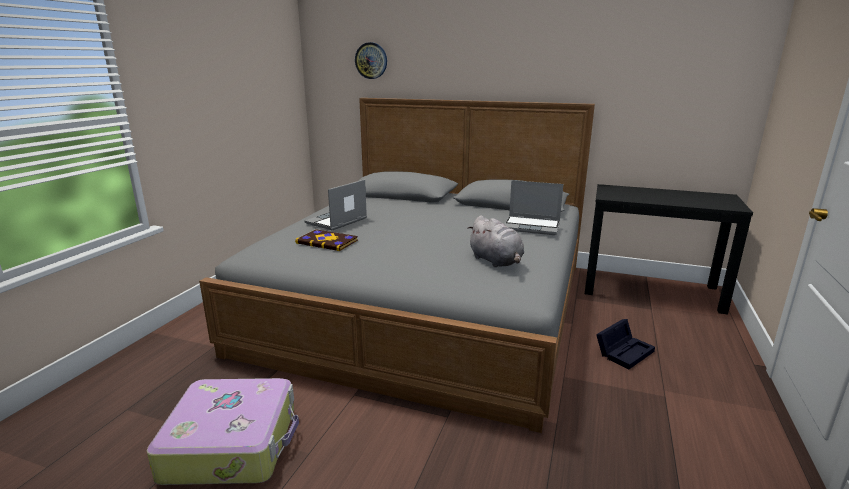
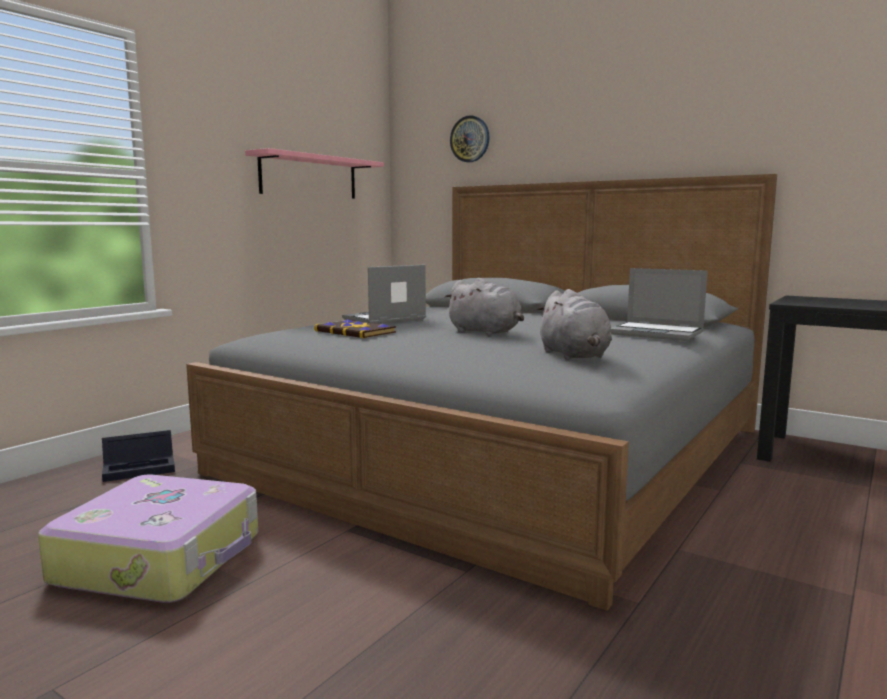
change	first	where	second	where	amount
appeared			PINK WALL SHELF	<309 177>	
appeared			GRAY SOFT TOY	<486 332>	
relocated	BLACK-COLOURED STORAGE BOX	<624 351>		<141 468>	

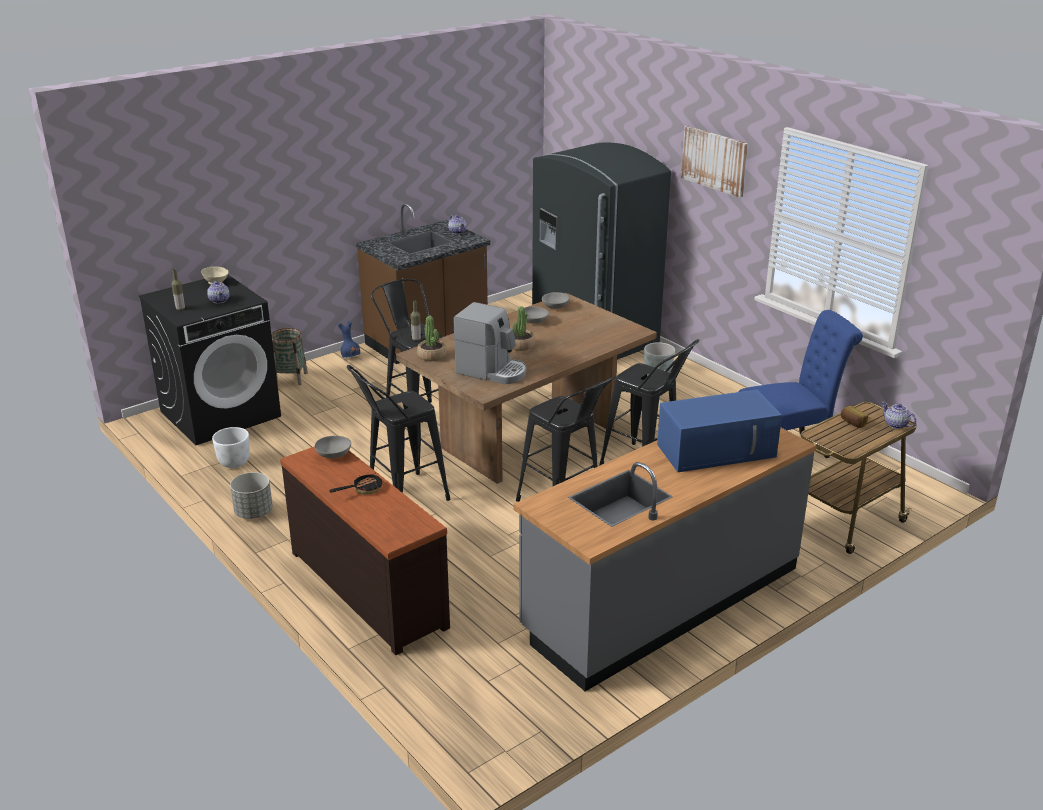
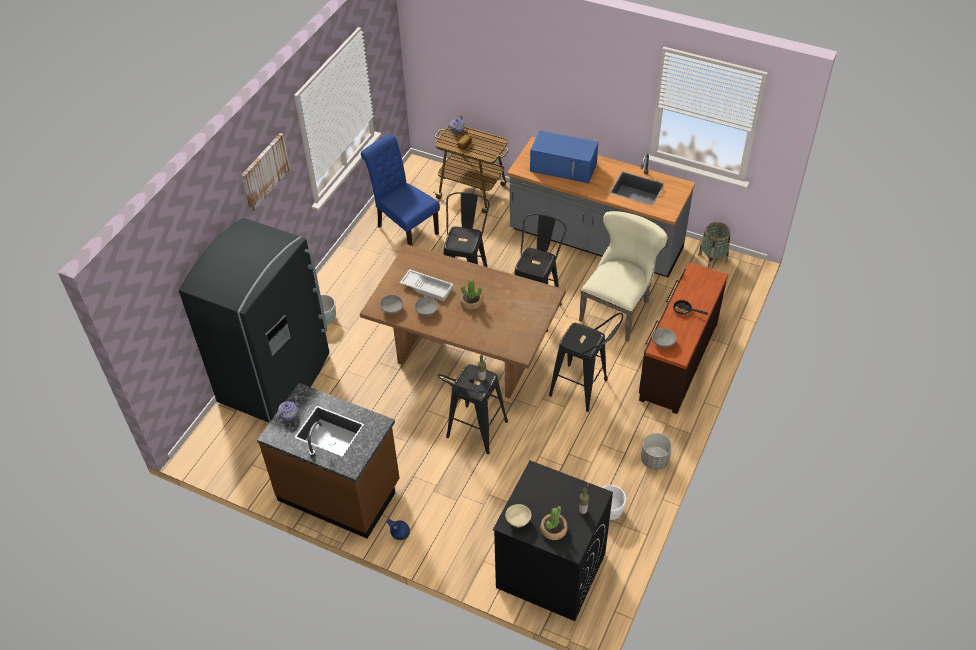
change	first	where	second	where	amount
missing	TEAPOT	<219 300>			
missing	COFFEE BREWER	<492 371>			
appeared			WHITE SERVING TRAY	<427 287>	
appeared			BEIGE PLAIN CHAIR	<618 308>	
relocated	BASKET	<291 378>		<712 258>	
relocated	PLANT IN A POT	<432 356>		<553 529>	
spun	BLUE-COLOURED MICROWAVE	<717 450>		<564 167>	150 degrees clockwise

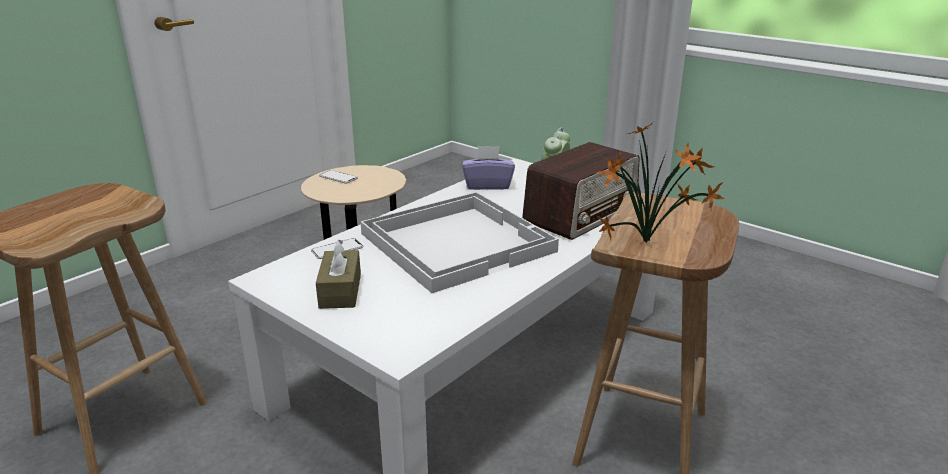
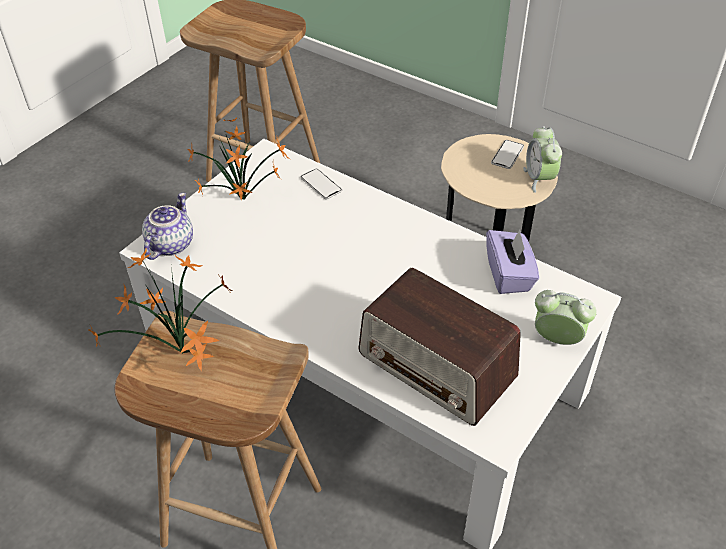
change	first	where	second	where	amount
missing	WHITE SERVING TRAY	<457 241>			
appeared			TEAPOT	<170 244>	
appeared			TABLE CLOCK	<539 178>	
exchanged	BROWNISH BOX OF TISSUES	<340 291>	PLANT IN A POT	<246 200>	

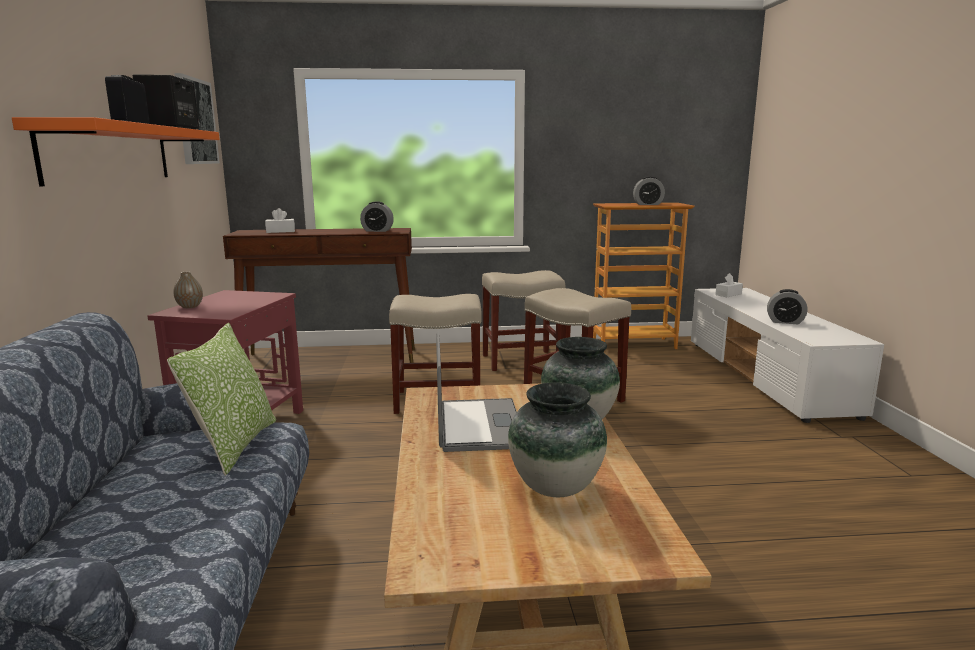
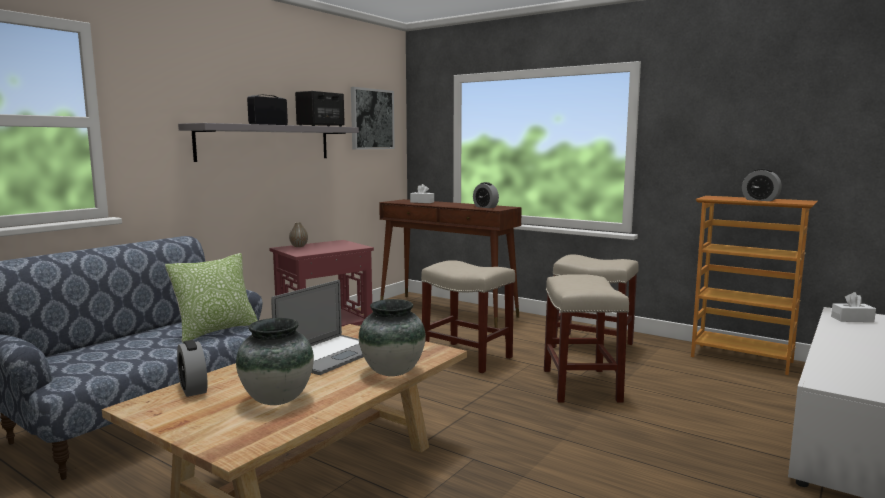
change	first	where	second	where	amount
relocated	TABLE CLOCK	<785 322>		<193 389>	
colour	ORANGE-COLOURED WALL SHELF	<110 153>	GRAY WALL SHELF	<266 143>	

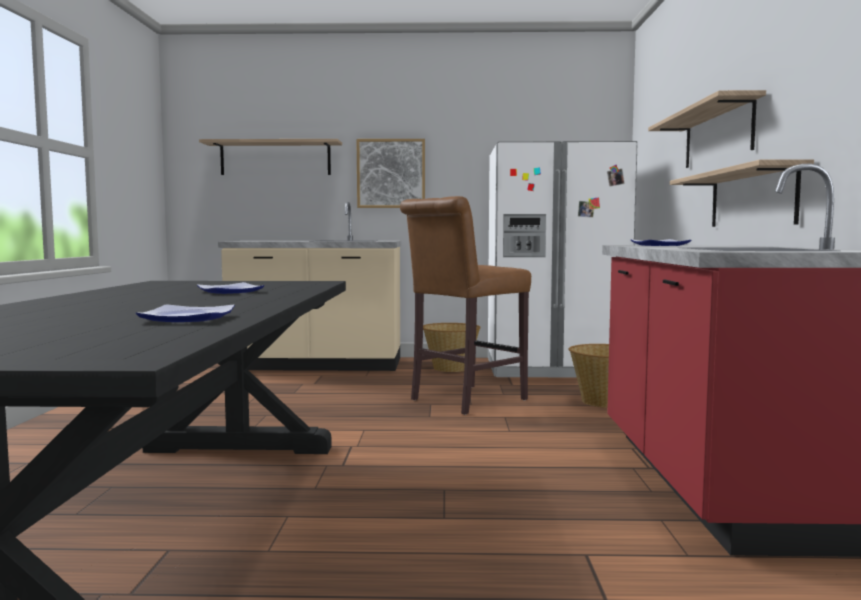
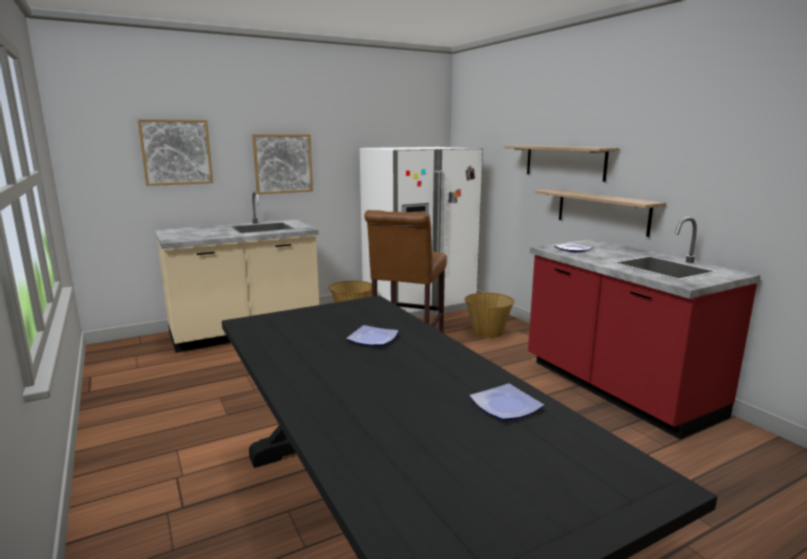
change	first	where	second	where	amount
exchanged	WALL SHELF	<275 158>	WALL ART	<176 152>	

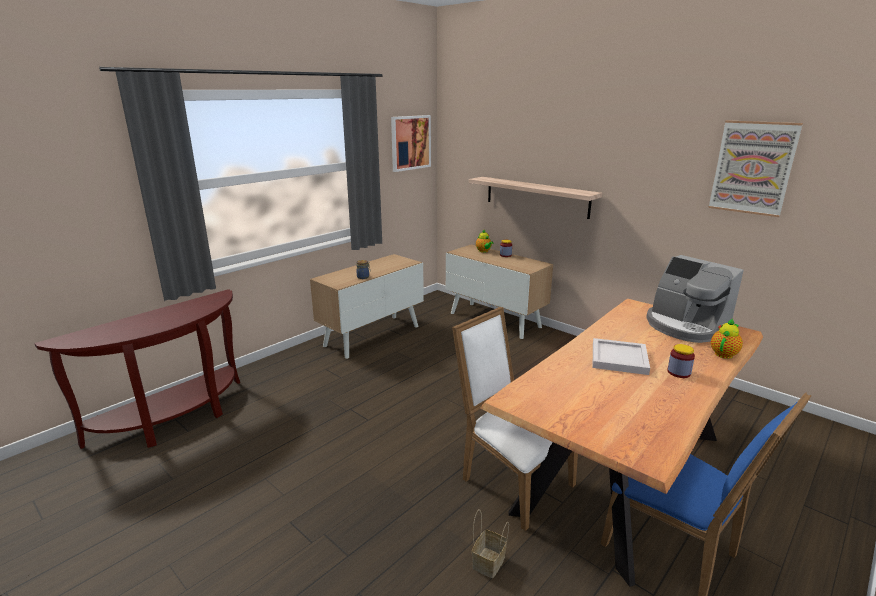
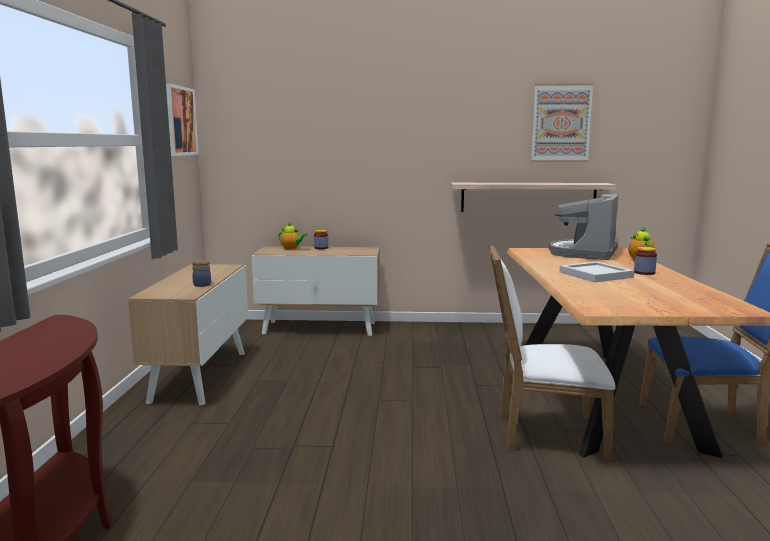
change	first	where	second	where	amount
missing	BASKET	<489 563>			
relocated	WALL SHELF	<536 196>		<528 197>	
spun	COFFEE BREWER	<685 326>		<584 253>	105 degrees clockwise

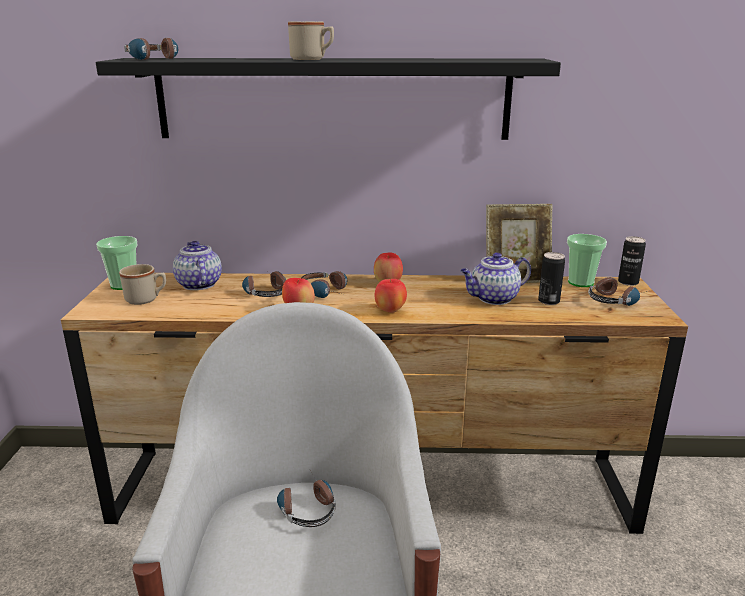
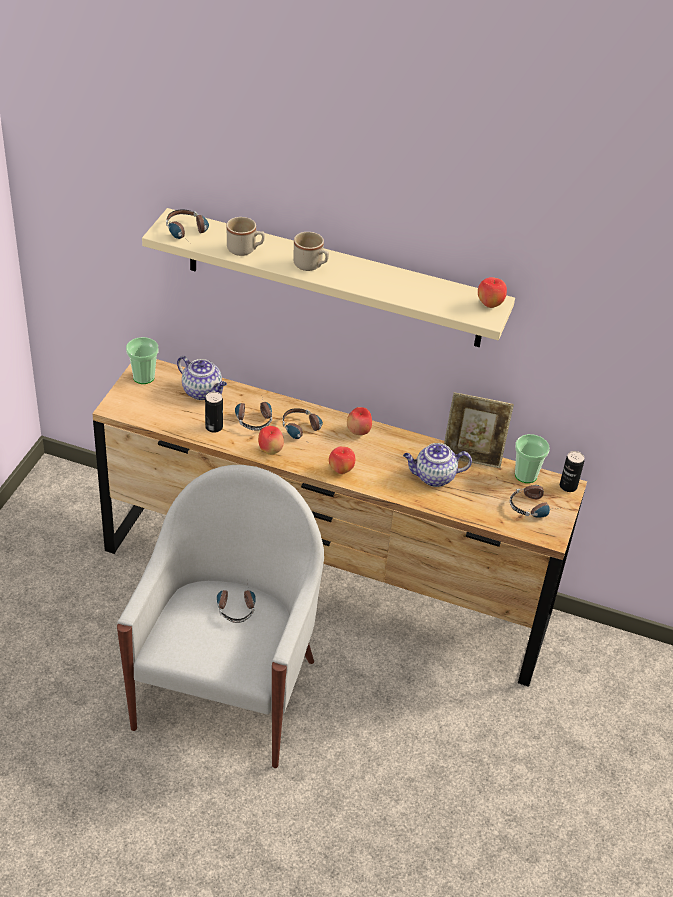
change	first	where	second	where	amount
appeared			APPLE	<490 304>	
relocated	BEIGE MUG	<146 299>		<245 250>	
relocated	SEALED CAN	<548 301>		<214 427>	
colour	BLACK-COLOURED WALL SHELF	<333 99>	BEIGE WALL SHELF	<334 279>	
spun	TEAPOT	<198 284>		<203 392>	135 degrees clockwise

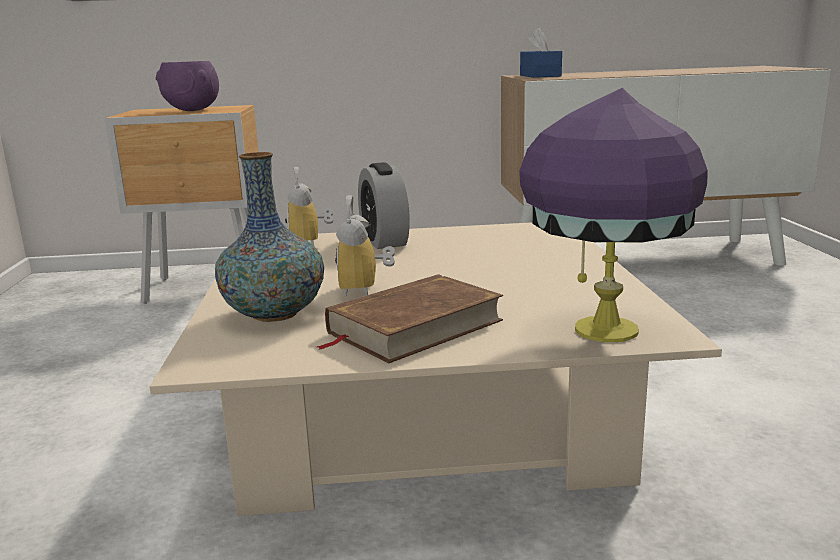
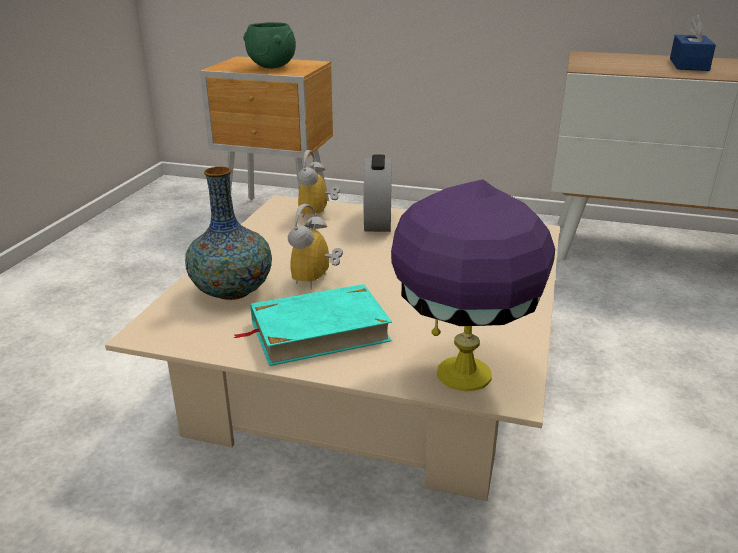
change	first	where	second	where	amount
relocated	BLUE-COLOURED BOX OF TISSUES	<540 76>		<688 65>	
colour	PURPLISH BOWL	<191 111>	GREEN BOWL	<271 67>	
colour	BROWNISH BOUND BOOK	<414 326>	TURQUOISE-COLOURED BOUND BOOK	<318 331>	

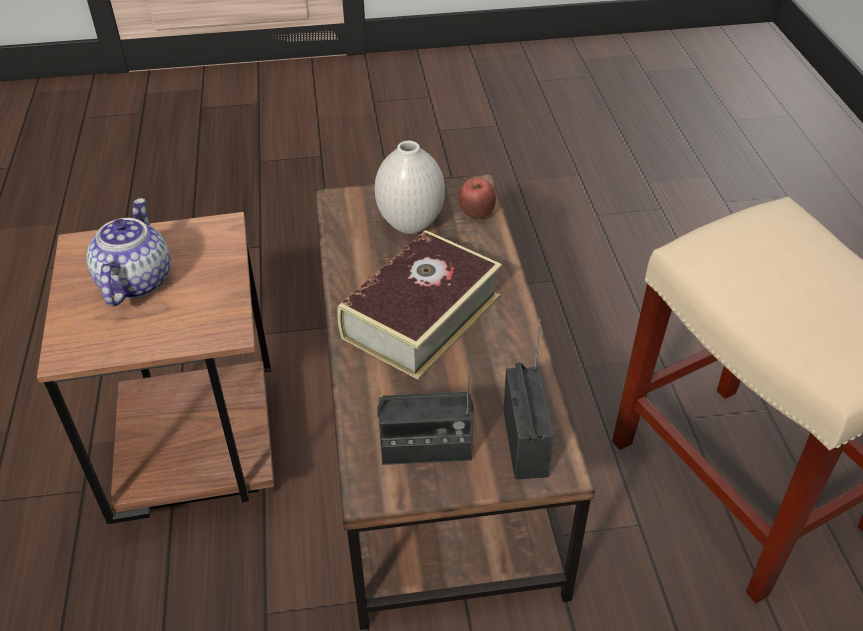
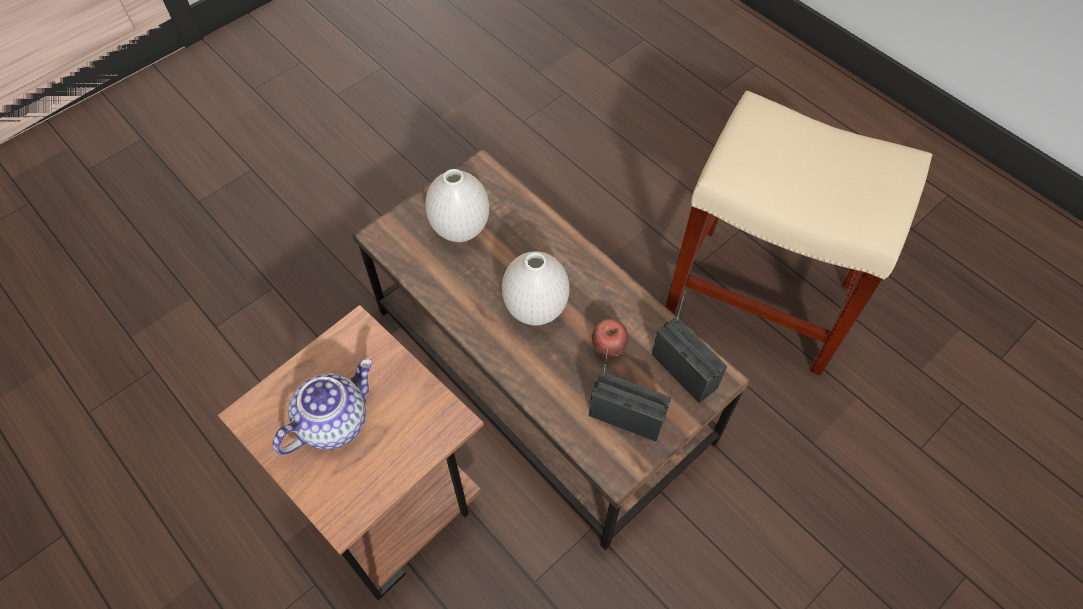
change	first	where	second	where	amount
relocated	APPLE	<476 214>		<608 347>	
exchanged	BOUND BOOK	<421 317>	WHITE VASE	<536 310>	
spun	TEAPOT	<134 281>		<333 421>	75 degrees clockwise
spun	RADIO SET	<426 449>		<626 416>	120 degrees counterclockwise

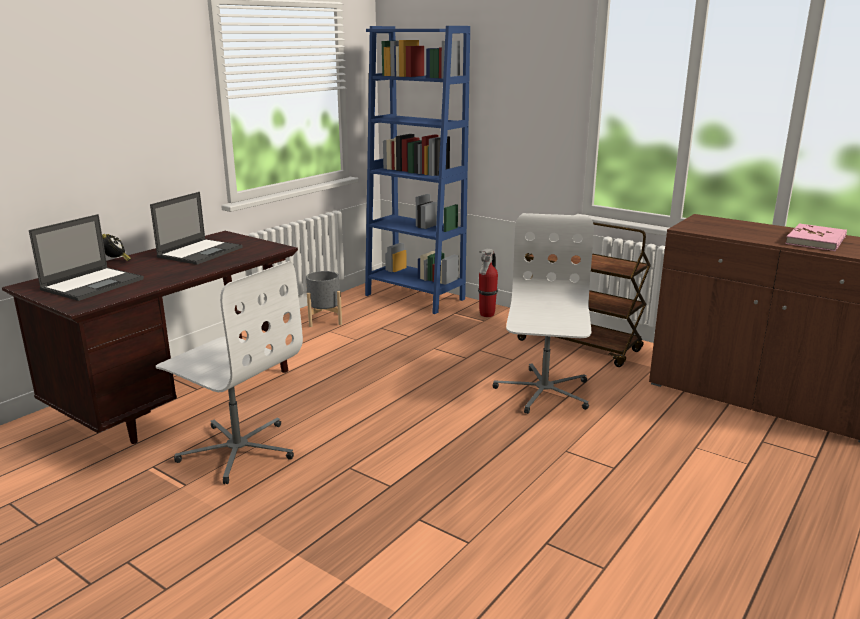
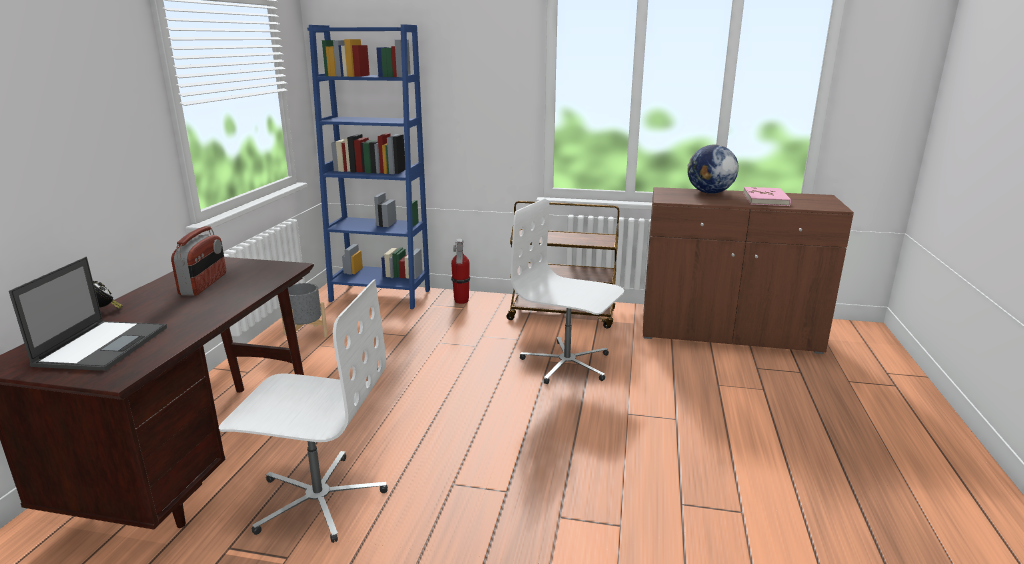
change	first	where	second	where	amount
appeared			WORLD GLOBE	<709 193>	
exchanged	PORTABLE COMPUTER	<201 252>	RADIO SET	<204 284>	
spun	WHITE DESK CHAIR	<543 392>		<567 364>	45 degrees counterclockwise

